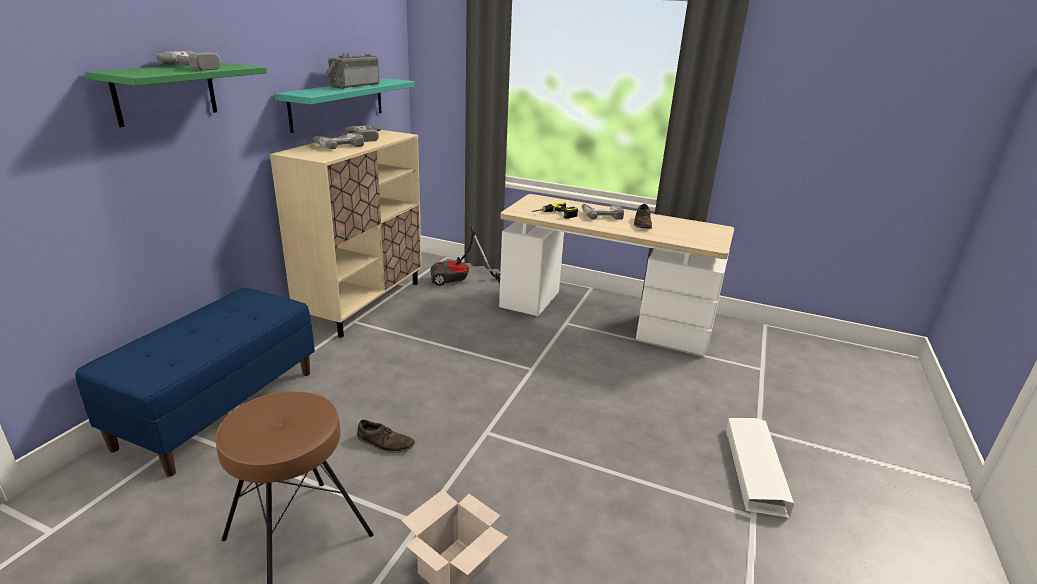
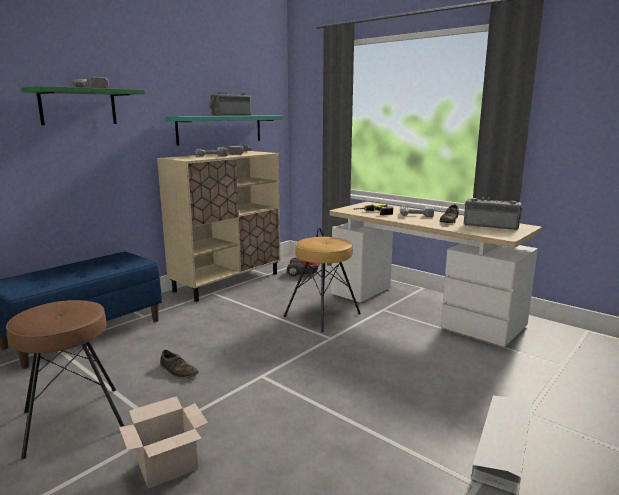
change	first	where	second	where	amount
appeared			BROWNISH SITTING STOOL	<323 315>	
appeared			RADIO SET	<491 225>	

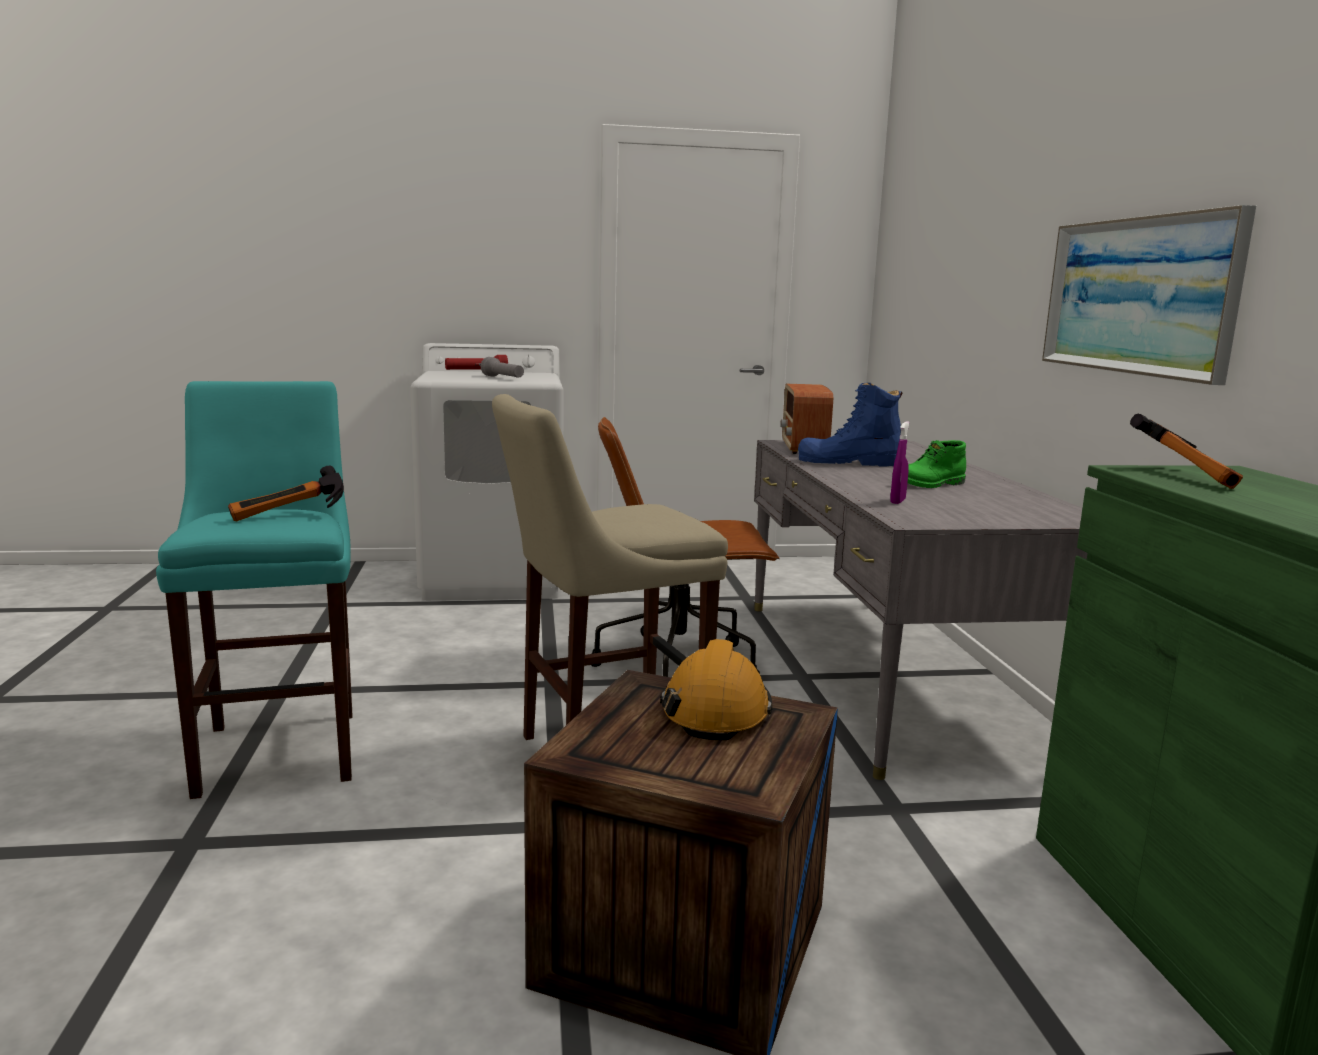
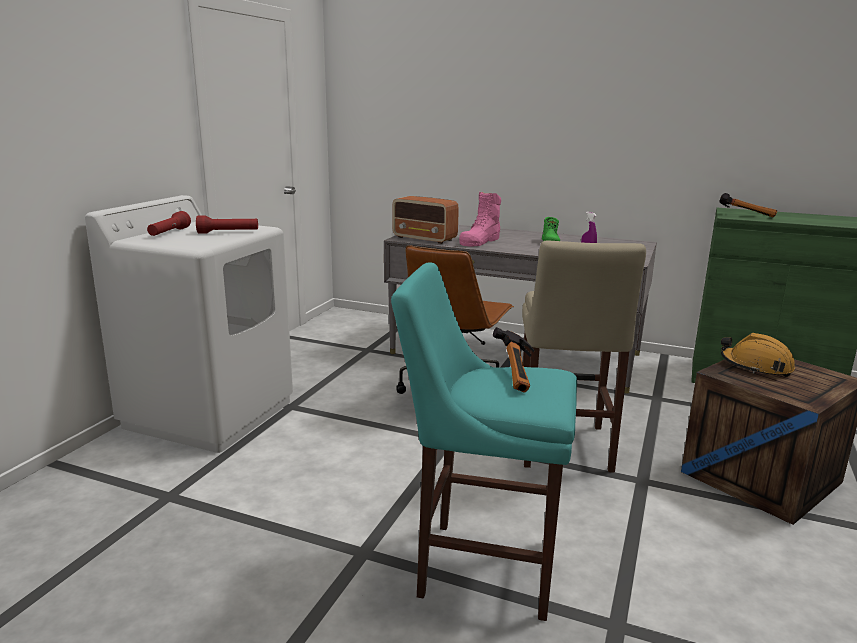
change	first	where	second	where	amount
missing	WALL ART	<1137 296>			
colour	GRAY TORCH	<503 378>	REDDISH TORCH	<228 233>	
colour	BLUE-COLOURED HIGH-TOP BOOT	<848 462>	PINK HIGH-TOP BOOT	<480 241>	

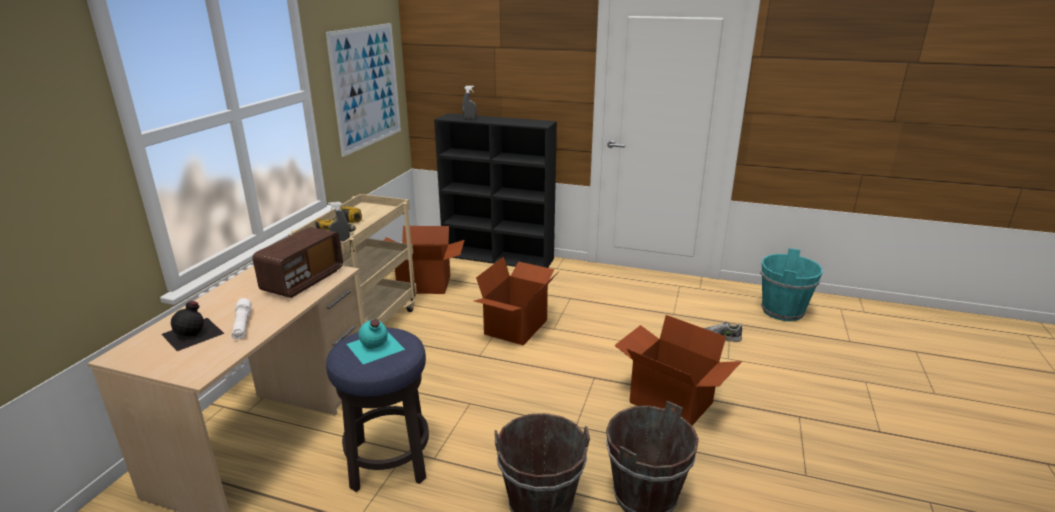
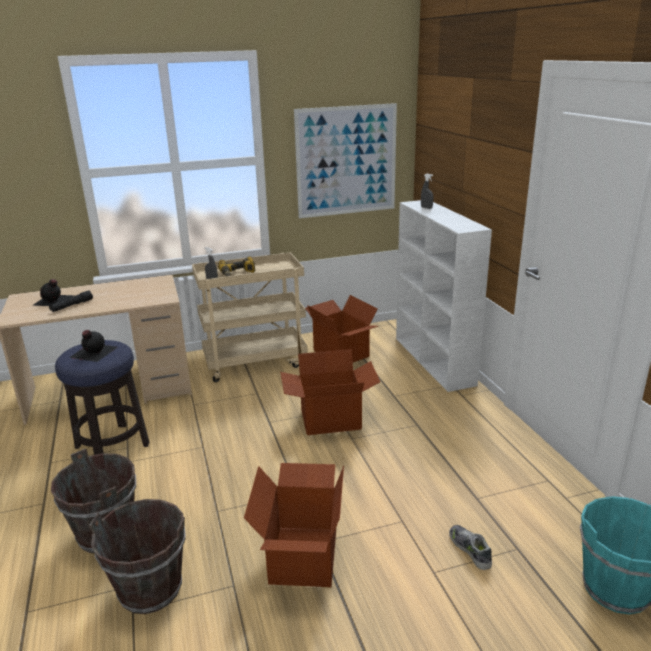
change	first	where	second	where	amount
missing	RADIO SET	<303 281>			
colour	WHITE TORCH	<242 325>	BLACK-COLOURED TORCH	<72 306>	
colour	TURQUOISE-COLOURED DRINK BOTTLE	<375 347>	BLACK-COLOURED DRINK BOTTLE	<93 352>	
colour	BLACK-COLOURED BOOKSHELF	<499 257>	WHITE BOOKSHELF	<434 361>	

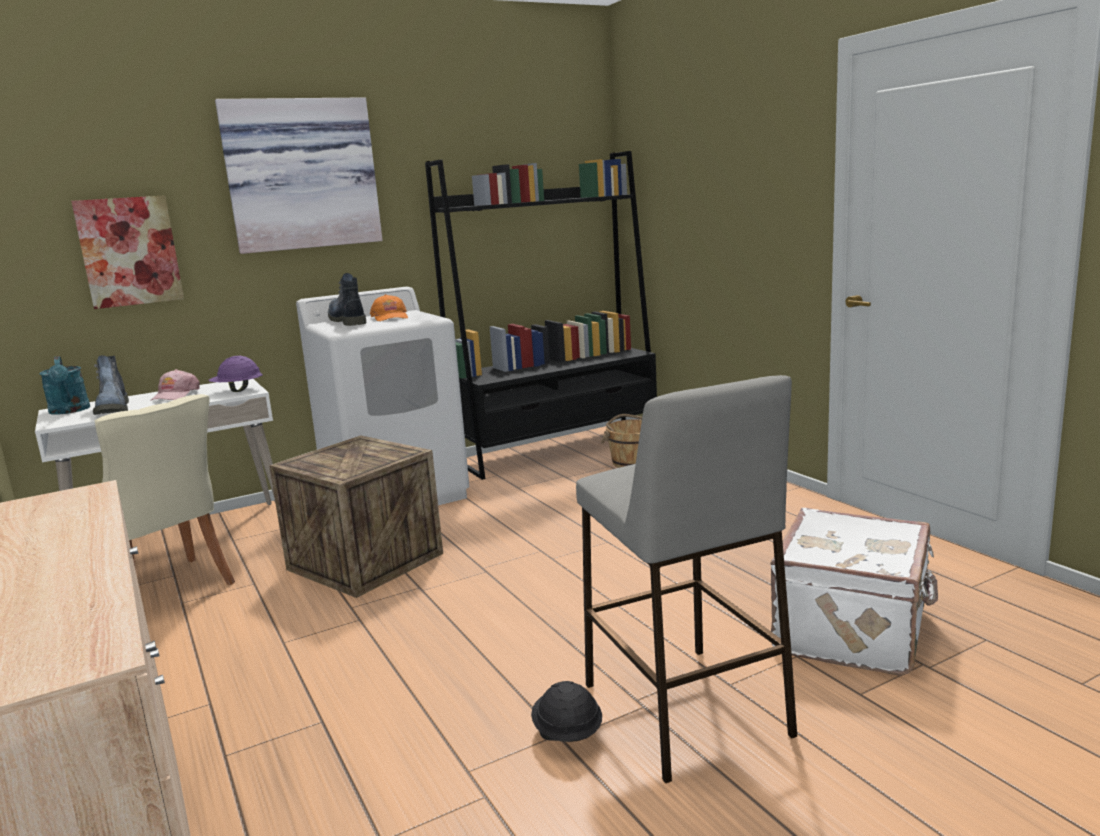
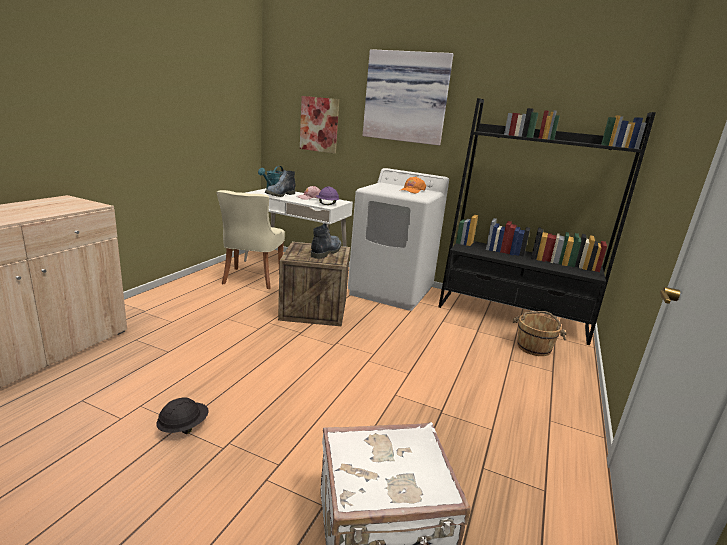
change	first	where	second	where	amount
missing	GRAY SITTING STOOL	<685 710>			
relocated	HIGH-TOP BOOT	<347 320>		<326 251>	

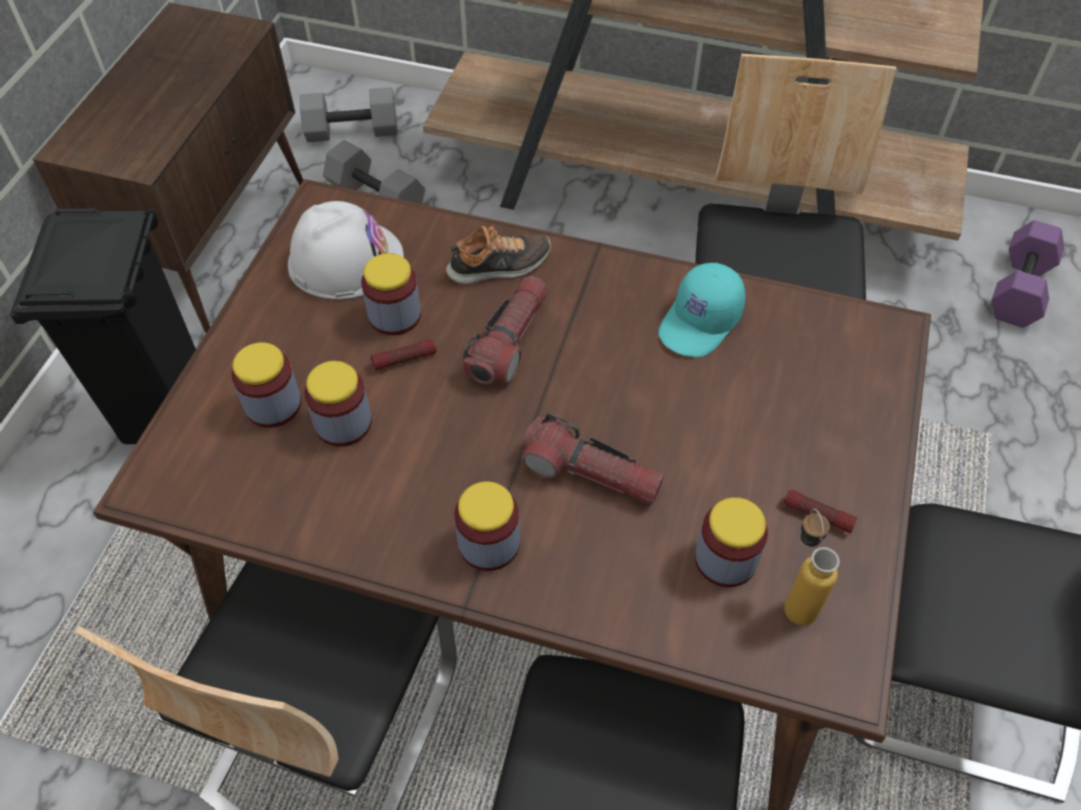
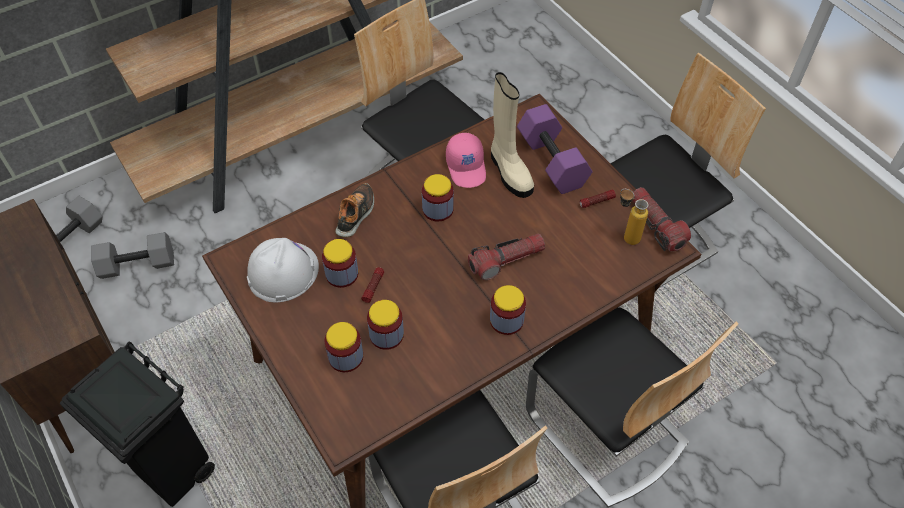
change	first	where	second	where	amount
appeared			BEIGE HIGH-TOP BOOT	<509 171>	
relocated	TORCH	<509 341>		<656 225>	
relocated	STORAGE JAR	<725 559>		<438 209>	
relocated	PURPLISH FREE WEIGHT	<1021 290>		<553 161>	
colour	TURQUOISE-COLOURED PEAKED CAP	<701 323>	PINK PEAKED CAP	<467 167>	

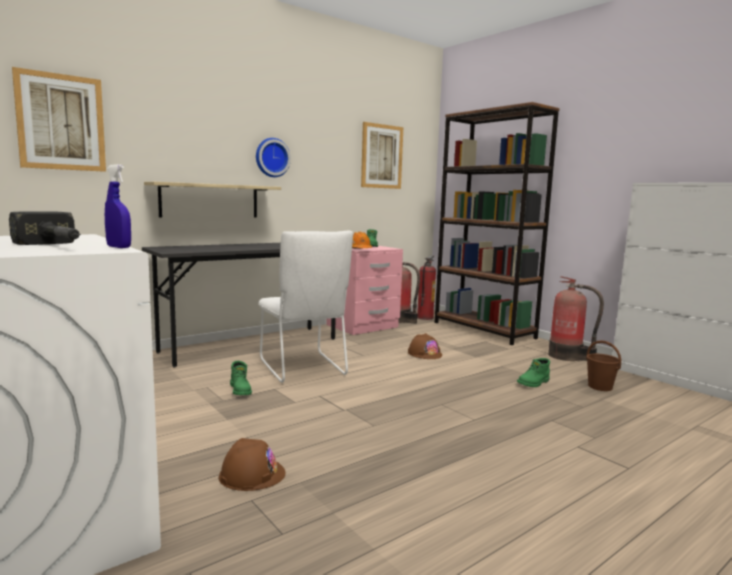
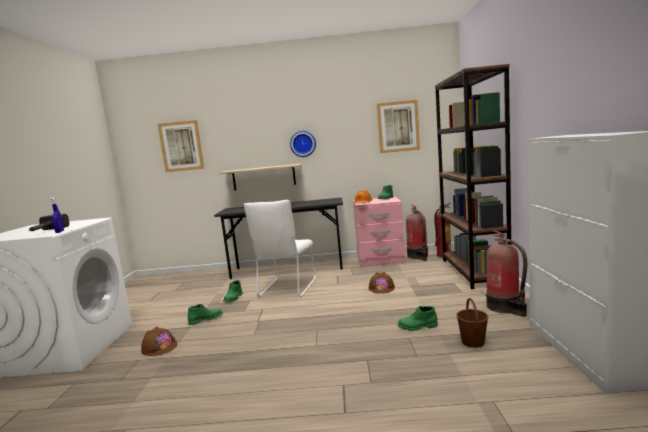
change	first	where	second	where	amount
appeared			GREEN HIGH-TOP BOOT	<206 319>	

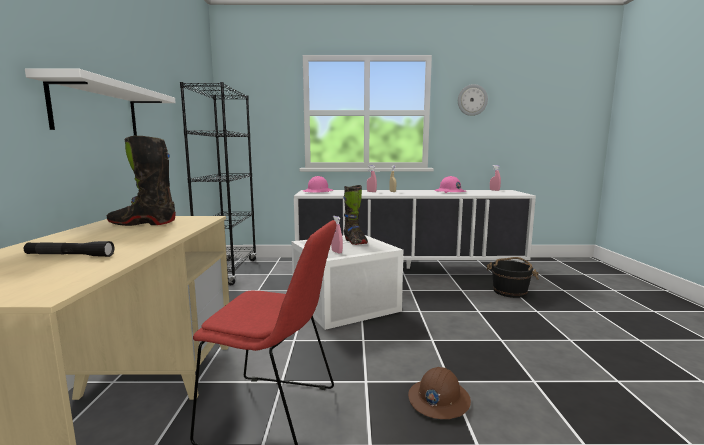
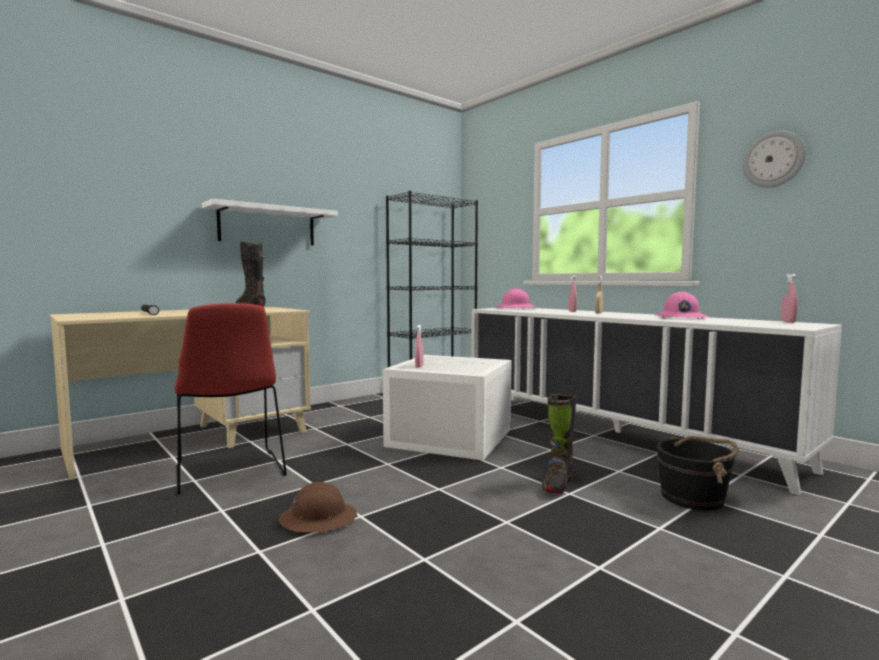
change	first	where	second	where	amount
relocated	BLACK-COLOURED HIGH-TOP BOOT	<355 242>		<557 485>	

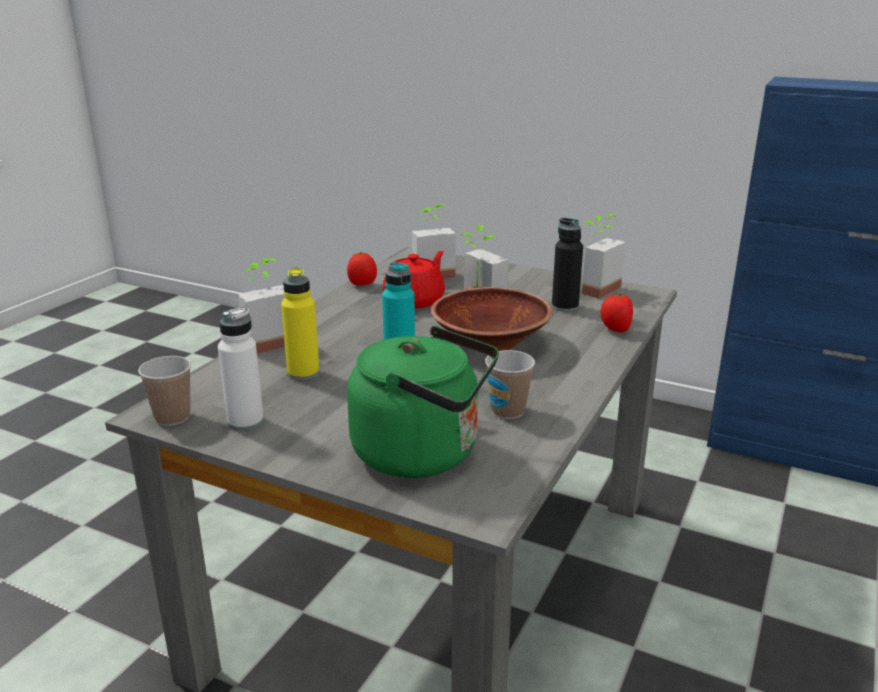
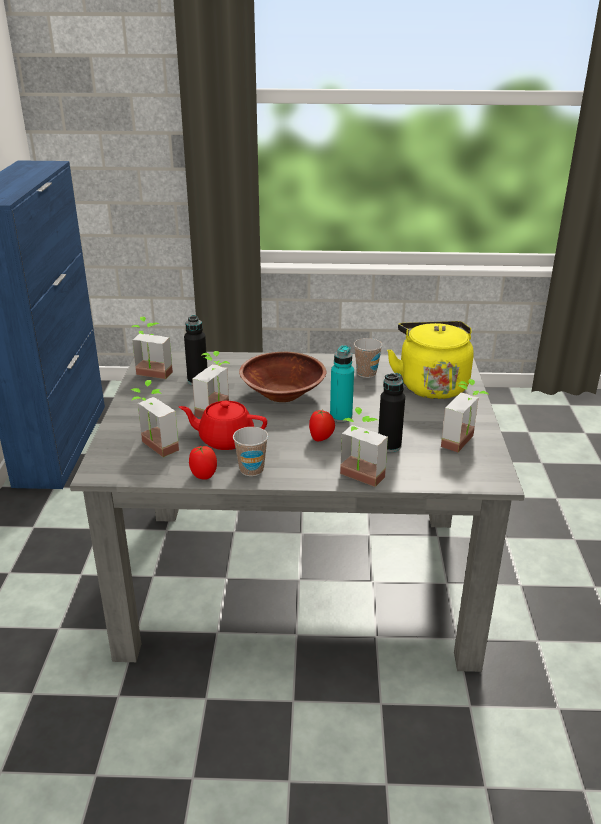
change	first	where	second	where	amount
relocated	DRINKING CUP	<172 417>		<251 470>	
relocated	WHOLE TOMATO	<615 330>		<321 438>	
exchanged	WHITE DRINK BOTTLE	<245 422>	PLANT IN A POT	<464 443>	
colour	YELLOW-COLOURED DRINK BOTTLE	<303 373>	BLACK-COLOURED DRINK BOTTLE	<389 446>	
colour	GREEN KETTLE	<423 453>	YELLOW-COLOURED KETTLE	<431 385>	

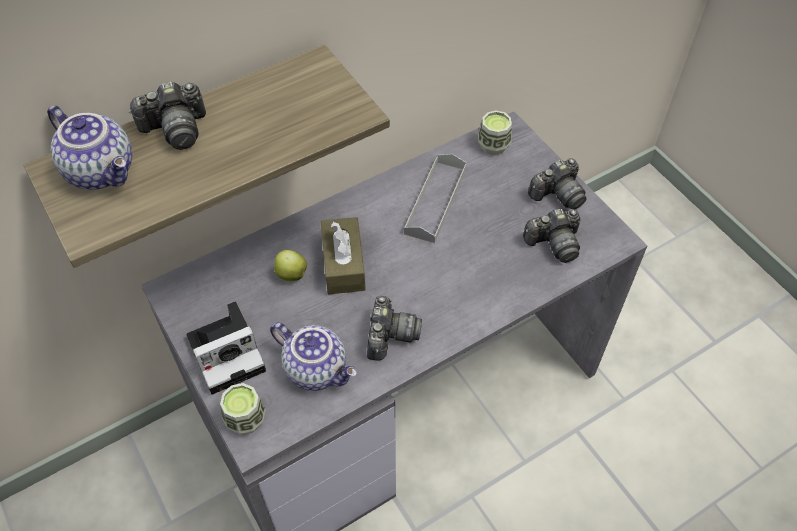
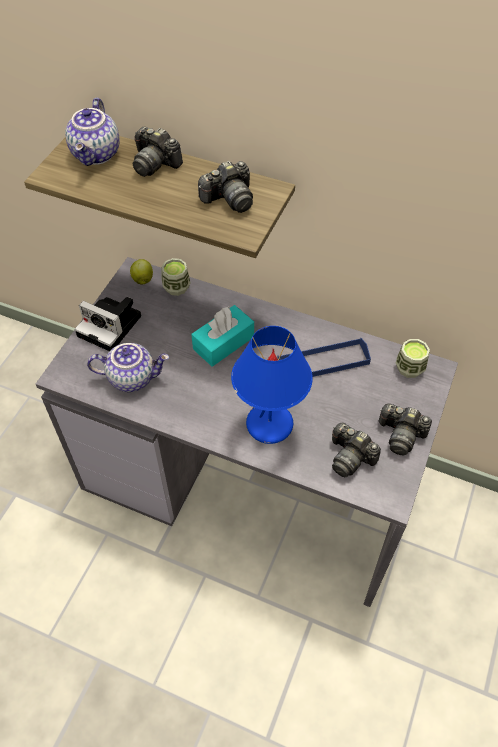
change	first	where	second	where	amount
appeared			BLUE-COLOURED LAMP FOR A TABLE	<269 423>	
relocated	DRINKING CUP	<245 419>		<176 287>	
relocated	APPLE	<290 274>		<142 279>	
relocated	PHOTO CAMERA	<390 336>		<229 199>	
colour	BROWNISH BOX OF TISSUES	<343 264>	TURQUOISE-COLOURED BOX OF TISSUES	<223 343>	
colour	GRAY SERVING TRAY	<435 201>	BLUE-COLOURED SERVING TRAY	<323 362>	
spun	TEAPOT	<317 369>		<132 377>	90 degrees counterclockwise

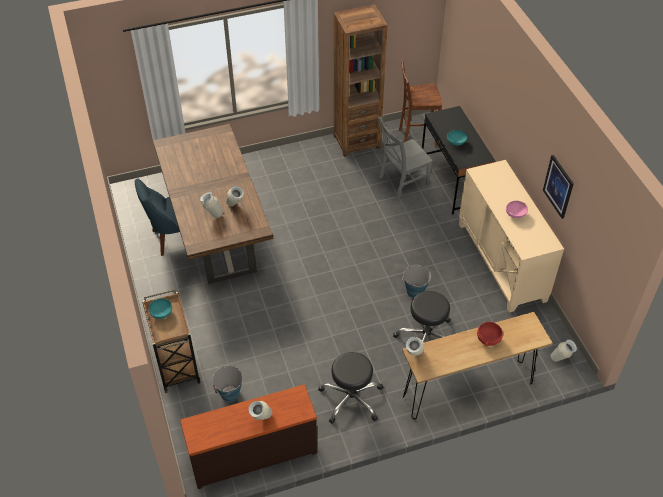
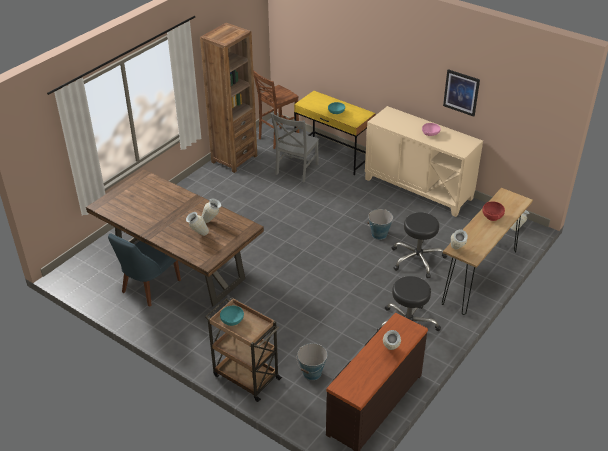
change	first	where	second	where	amount
colour	BLACK-COLOURED DESK UNIT	<452 182>	YELLOW-COLOURED DESK UNIT	<333 155>	

